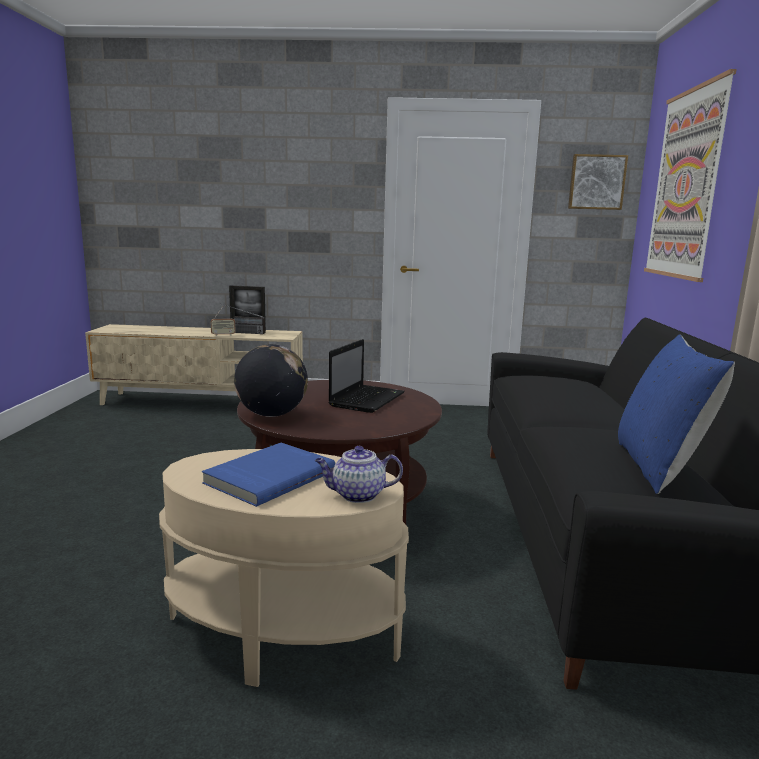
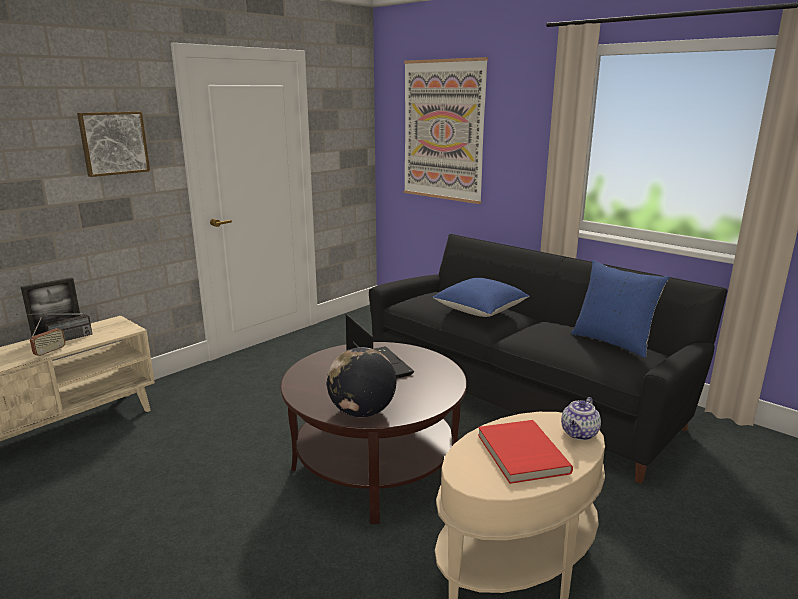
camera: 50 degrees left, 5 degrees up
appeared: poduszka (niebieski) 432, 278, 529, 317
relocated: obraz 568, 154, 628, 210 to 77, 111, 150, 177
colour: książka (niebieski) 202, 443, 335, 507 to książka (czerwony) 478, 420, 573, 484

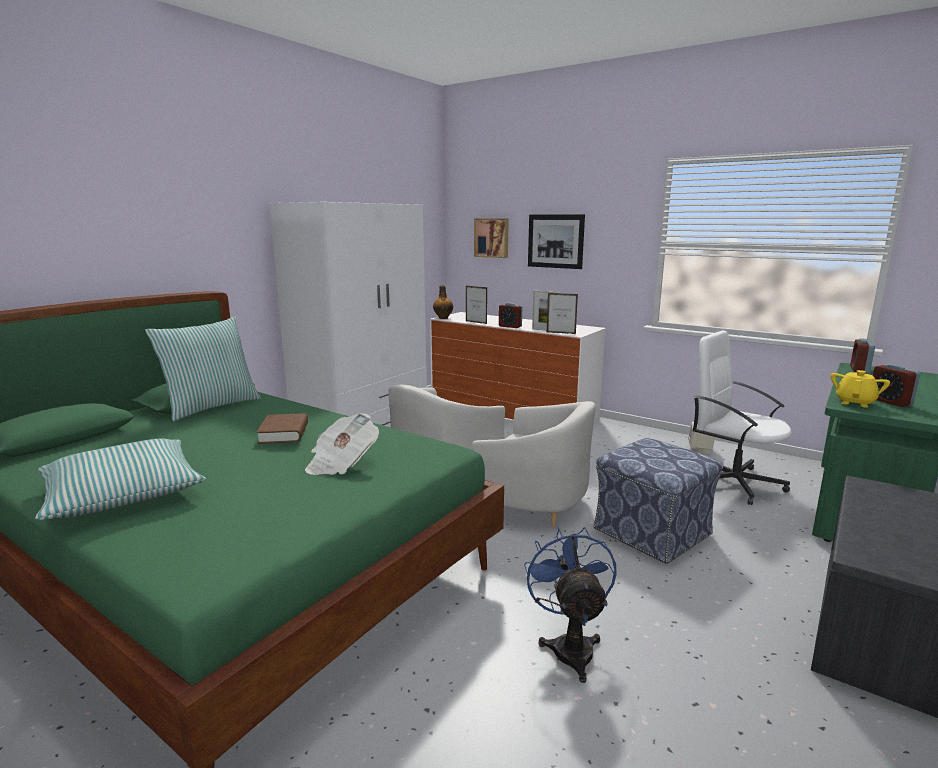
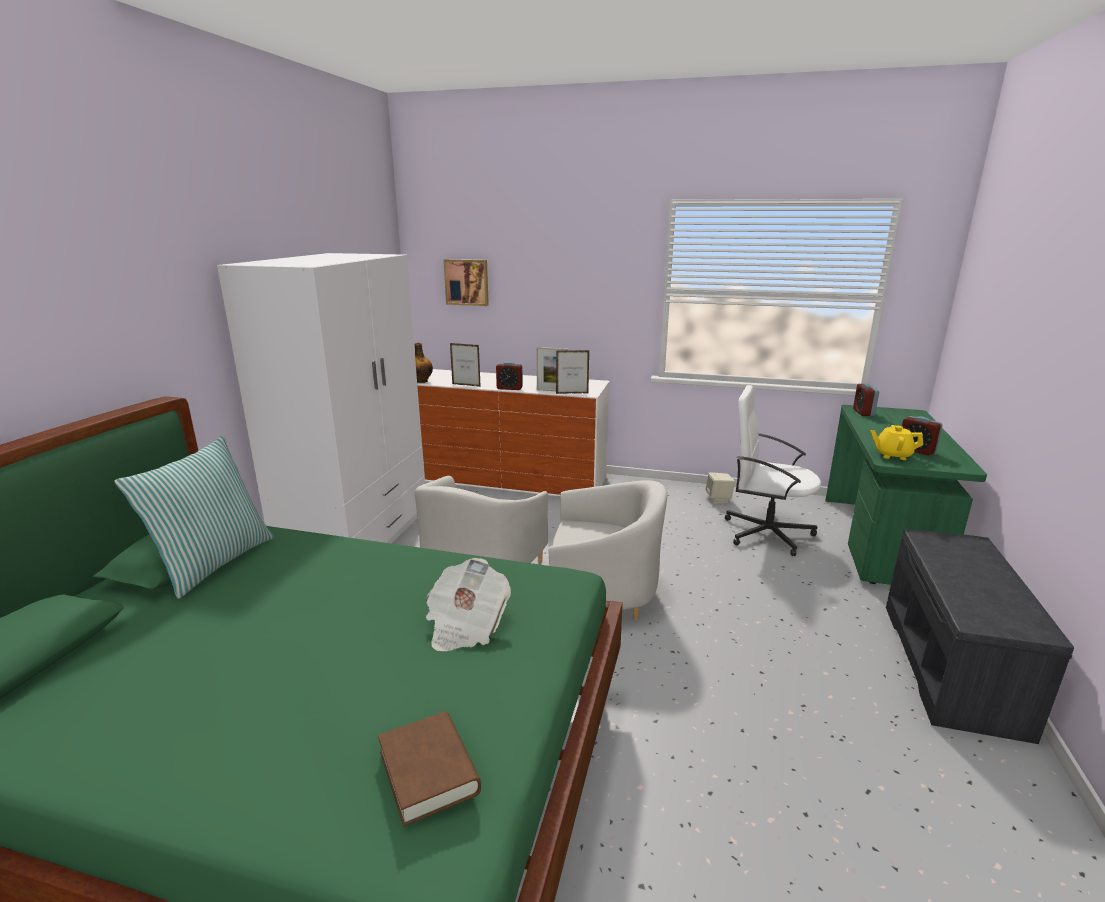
camera: 20 degrees left, 5 degrees up
missing: obraz 528, 214, 585, 269; pufa 593, 438, 723, 564; poduszka 35, 439, 206, 520; wentylator (niebieski) 524, 527, 617, 683
relocated: książka (brązowy) 256, 413, 308, 444 to 378, 712, 481, 827
spun: imbryk (żółty) 830, 370, 890, 408 = 870, 425, 923, 460 90 degrees counterclockwise

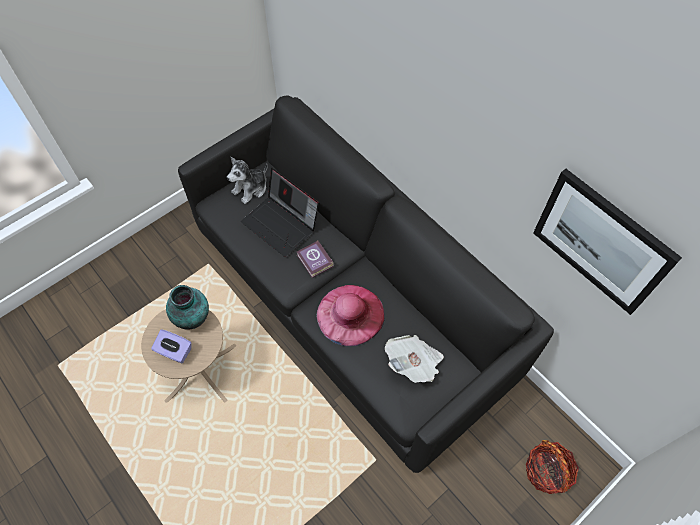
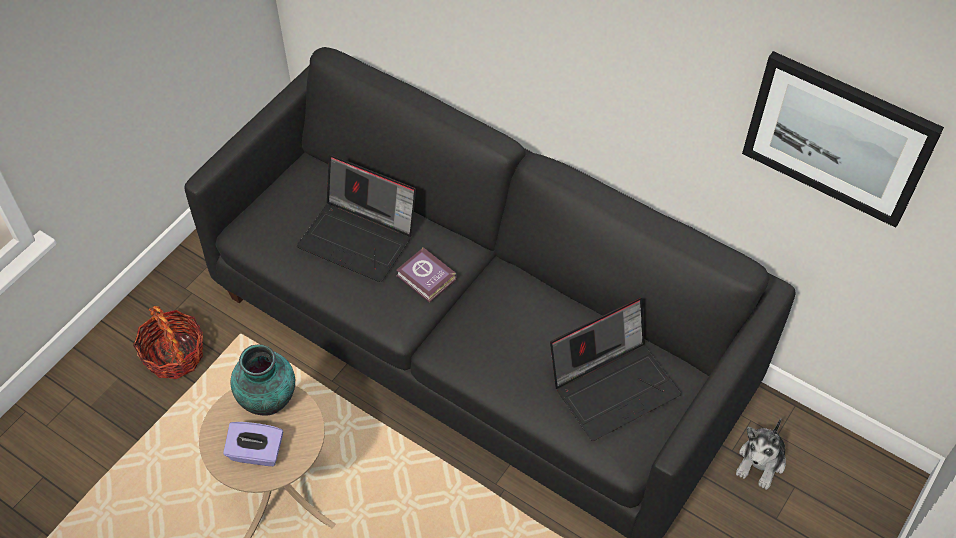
camera: 15 degrees left, 5 degrees down
missing: kapelusz (różowy) 317, 285, 385, 346
relocated: pluszak 227, 157, 268, 204 to 736, 418, 786, 490; koszyk 526, 440, 579, 494 to 133, 306, 203, 379
exchanged: gazeta 385, 335, 444, 383 to laptop 550, 298, 681, 441

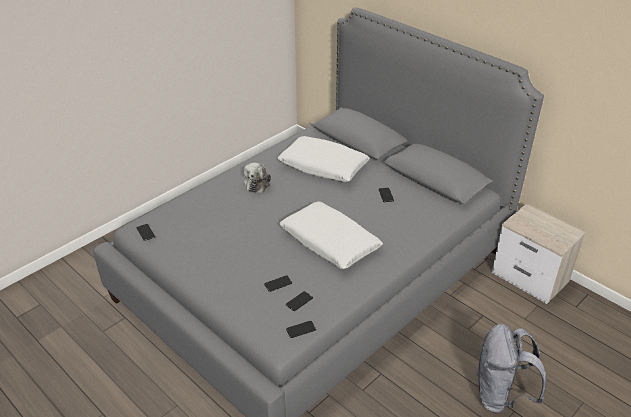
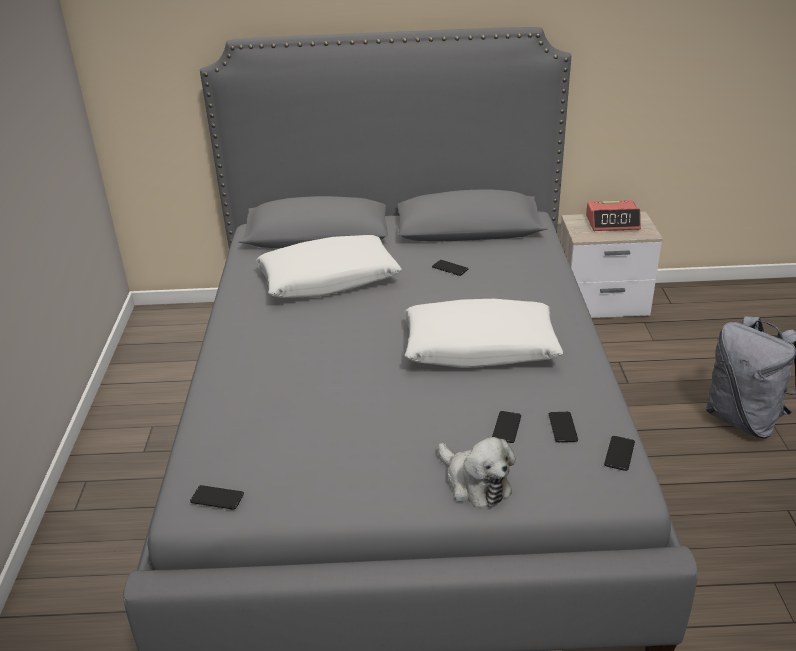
camera: 45 degrees left, 5 degrees down
appeared: budzik 586, 200, 641, 231
relocated: pluszak 243, 162, 271, 193 to 438, 437, 516, 508

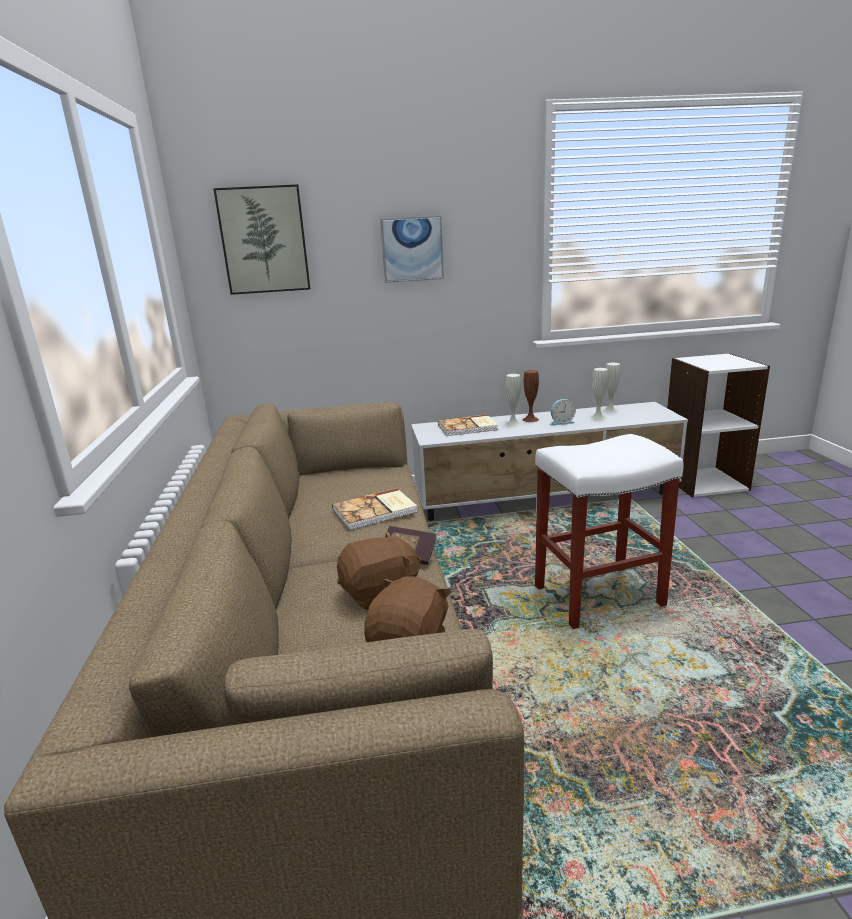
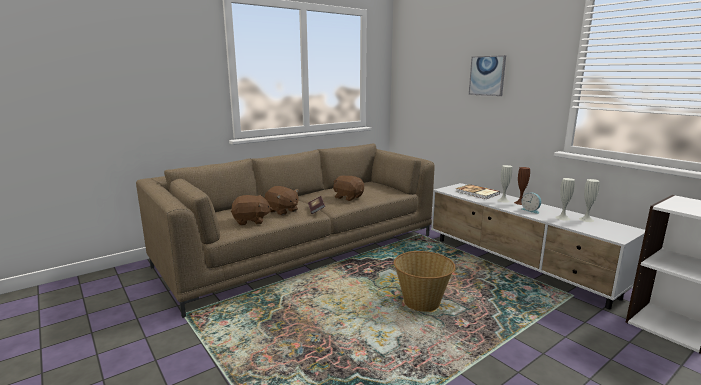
camera: 60 degrees right, 5 degrees down
missing: obraz 213, 184, 310, 295
exchanged: stołek (biały) 535, 434, 683, 629 to koszyk 394, 251, 455, 312; książka 332, 488, 417, 530 to pluszak (brązowy) 333, 175, 364, 201

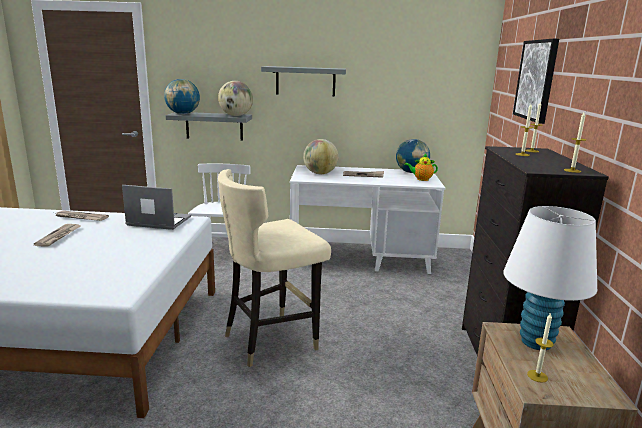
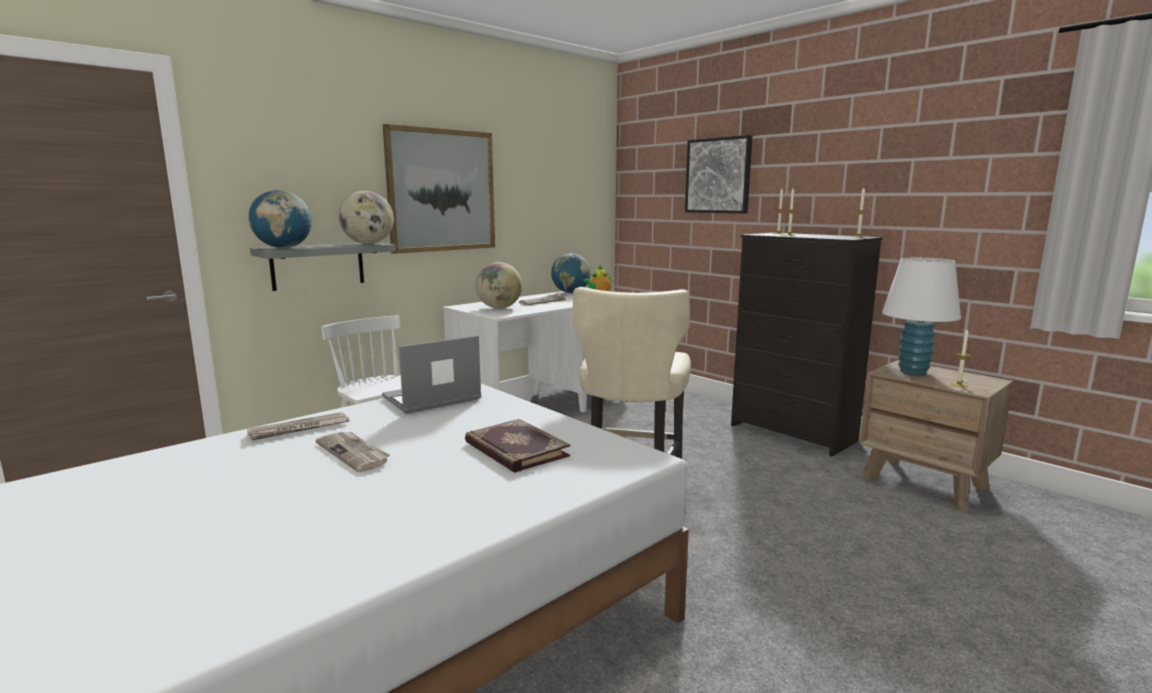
camera: 45 degrees left, 5 degrees down
appeared: książka 465, 419, 570, 473
exchanged: półka (szary) 261, 66, 346, 96 to obraz 383, 124, 495, 254

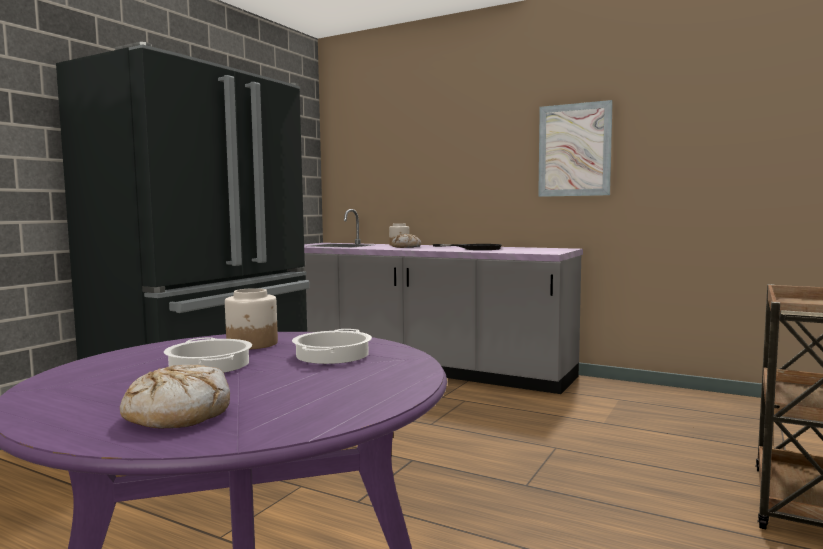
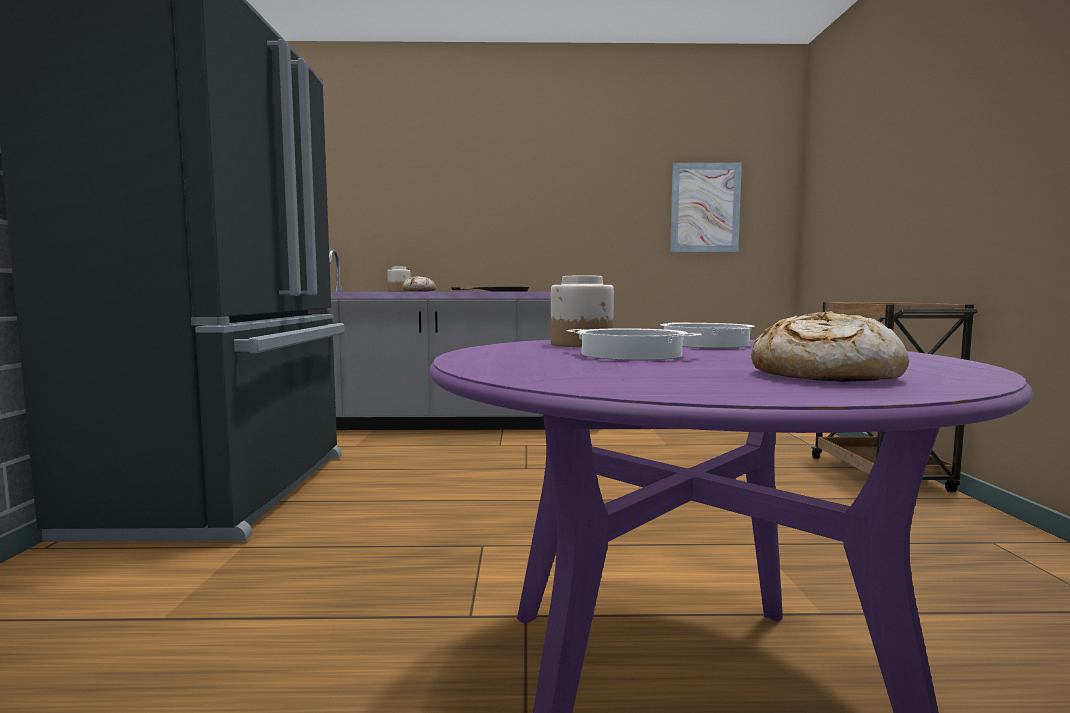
camera: 30 degrees left, 0 degrees up
relocated: obraz 538, 100, 613, 197 to 670, 163, 742, 252

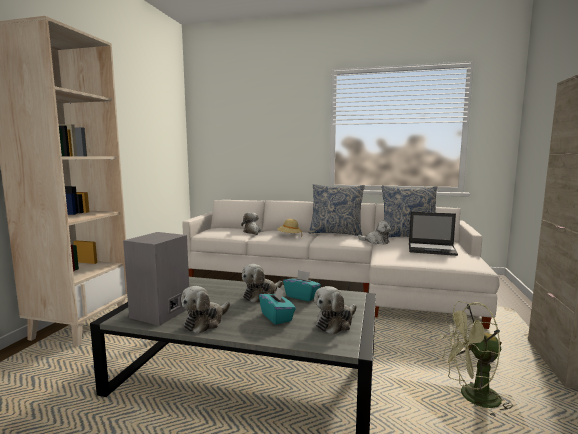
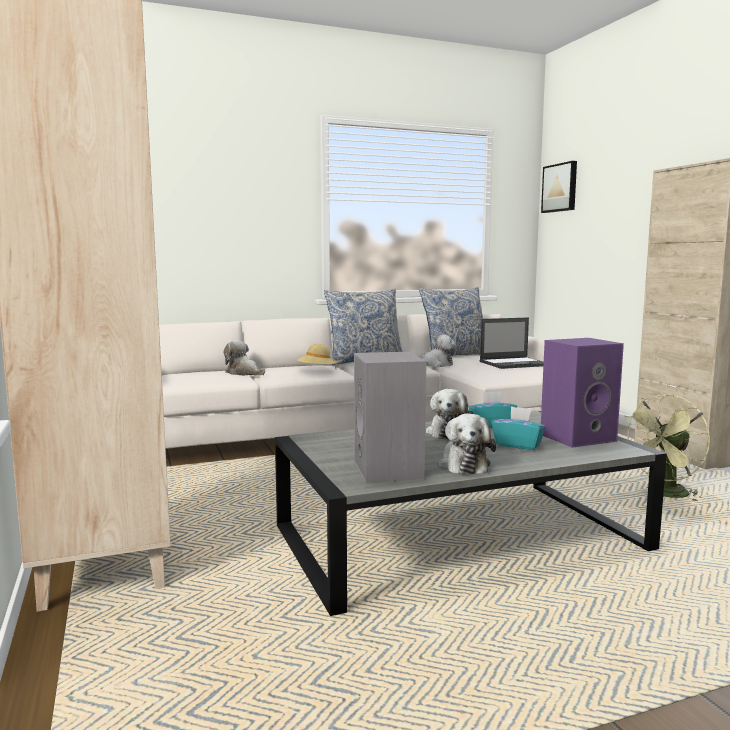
camera: 35 degrees left, 0 degrees up
appeared: obraz 541, 161, 577, 213
exchanged: pluszak 314, 286, 357, 335 to głośnik (fioletowy) 541, 338, 624, 448

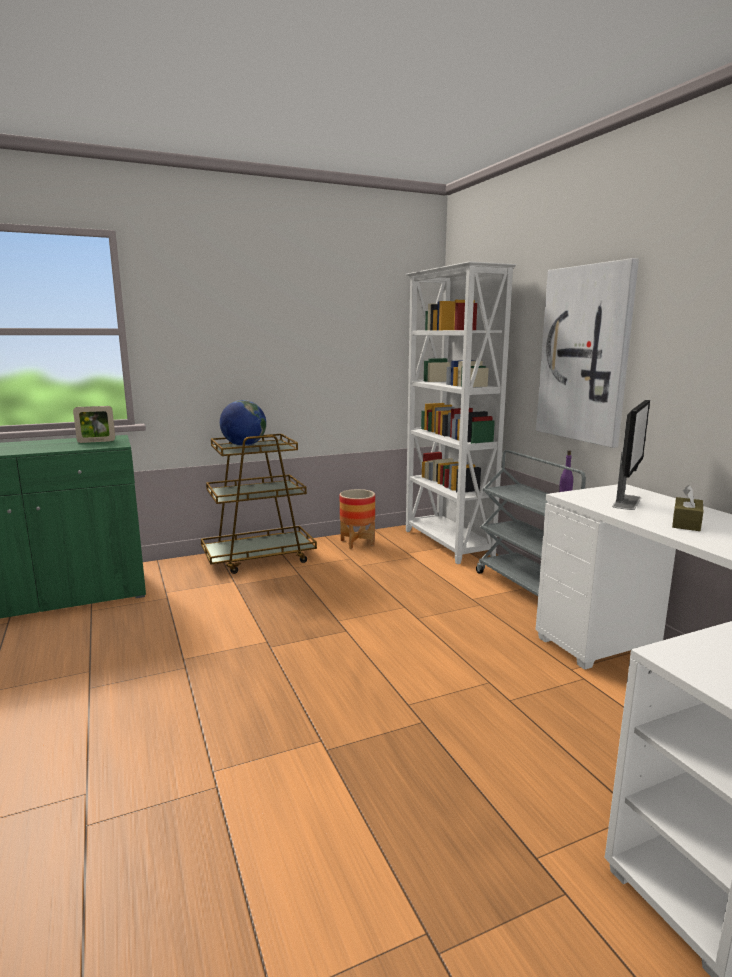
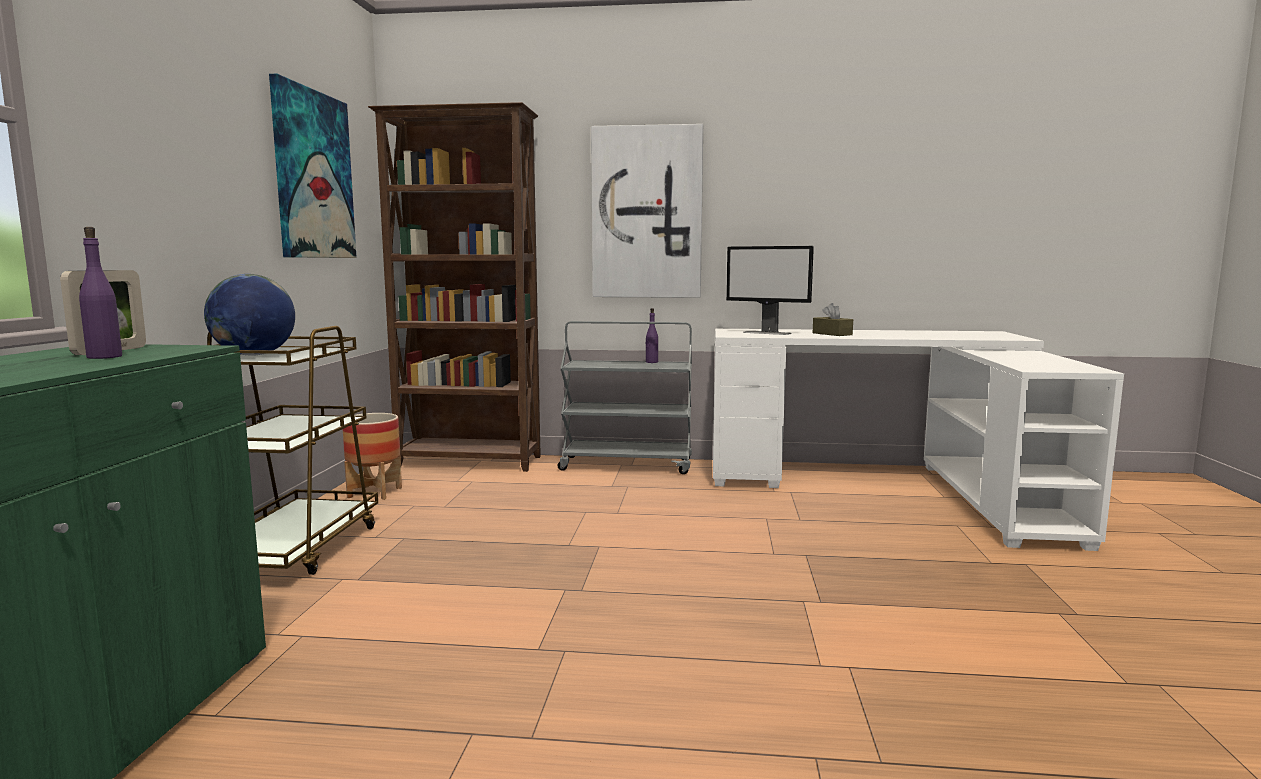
camera: 60 degrees left, 5 degrees down
appeared: obraz 269, 74, 357, 258; butelka (fioletowy) 79, 227, 122, 359
colour: regał (biały) 406, 261, 516, 564 to regał (brązowy) 368, 102, 541, 472
spun: monitor 612, 400, 650, 510 = 726, 246, 814, 335 150 degrees clockwise

